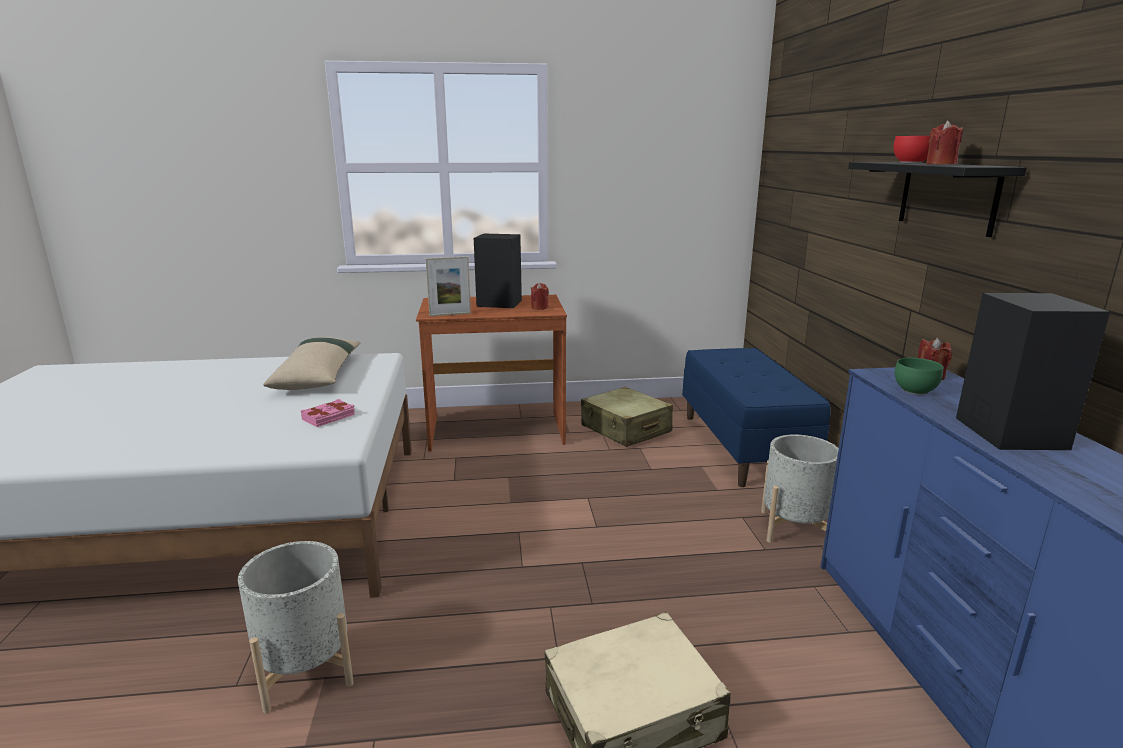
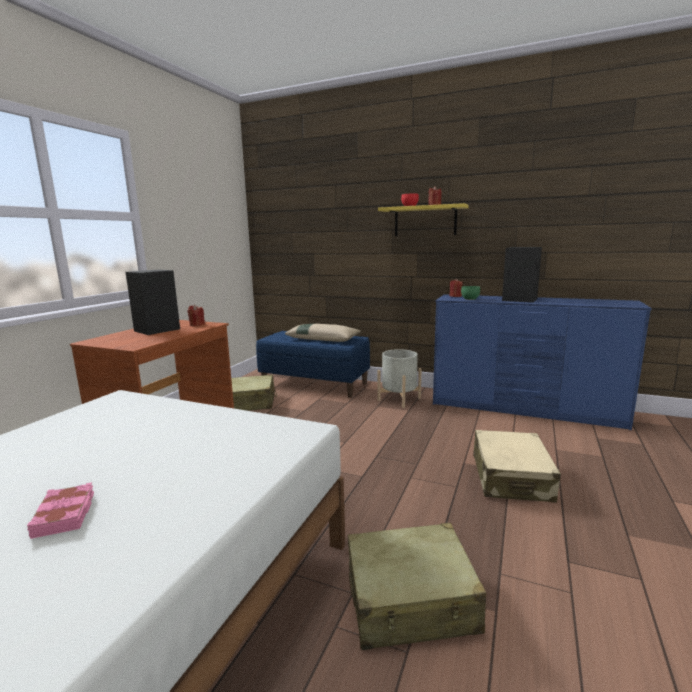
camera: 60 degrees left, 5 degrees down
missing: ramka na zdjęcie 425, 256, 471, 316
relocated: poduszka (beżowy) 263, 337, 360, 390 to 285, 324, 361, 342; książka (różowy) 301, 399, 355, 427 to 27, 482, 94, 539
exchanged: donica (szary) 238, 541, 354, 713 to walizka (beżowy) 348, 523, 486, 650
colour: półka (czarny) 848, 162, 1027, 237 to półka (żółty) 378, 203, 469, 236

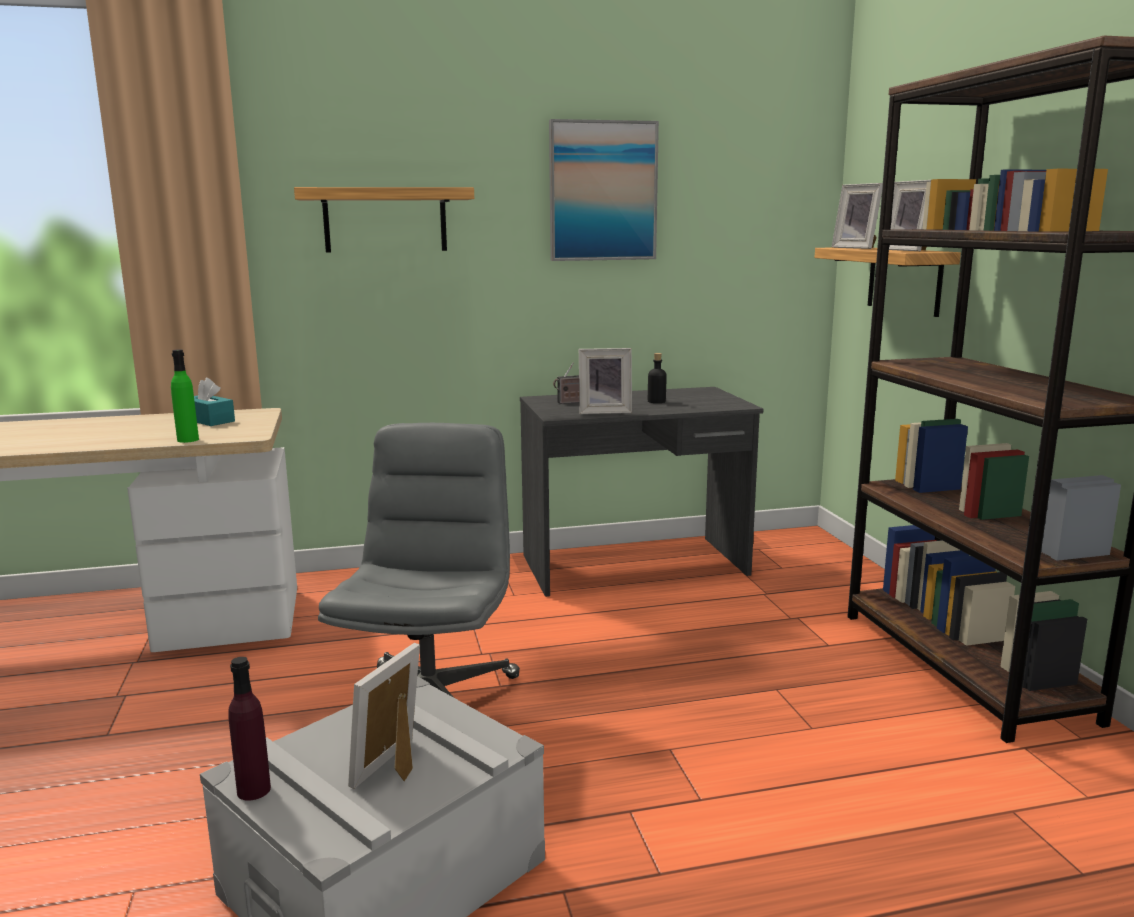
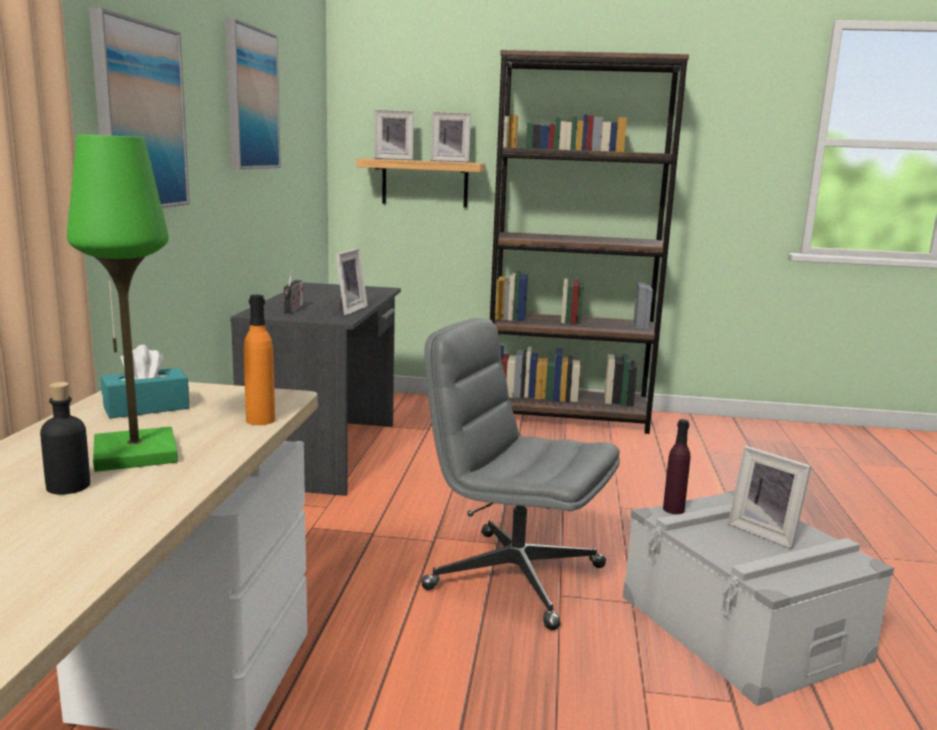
camera: 70 degrees left, 0 degrees up
appeared: lampa stołowa (zielony) 67, 134, 178, 472
relocated: butelka (czarny) 648, 353, 667, 403 to 40, 382, 90, 495; butelka (fioletowy) 228, 657, 271, 801 to 663, 419, 690, 514
exchanged: półka 294, 187, 474, 253 to obraz 89, 7, 190, 208
colour: butelka (zielony) 171, 349, 199, 443 to butelka (pomarańczowy) 244, 295, 275, 425

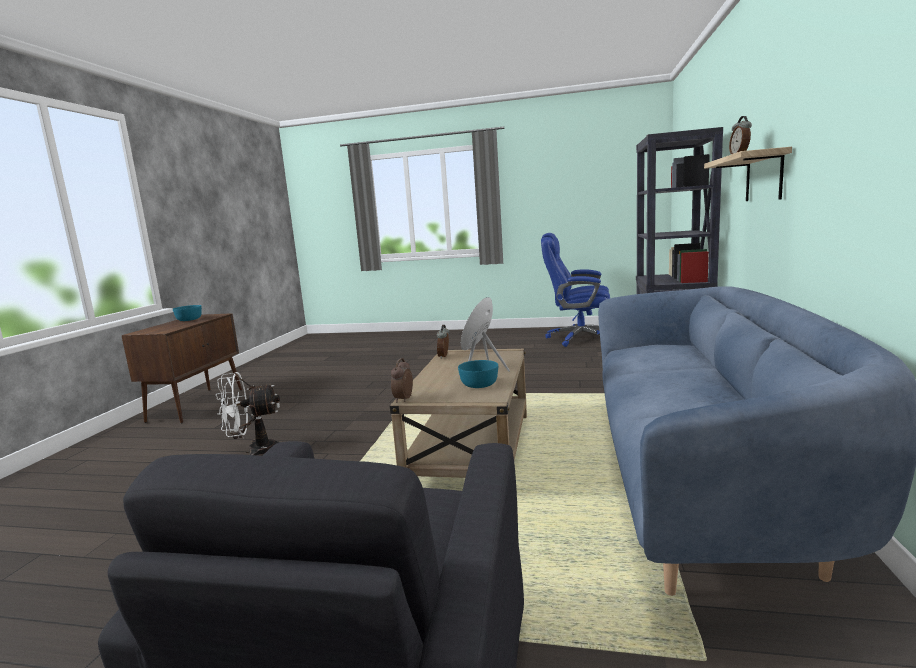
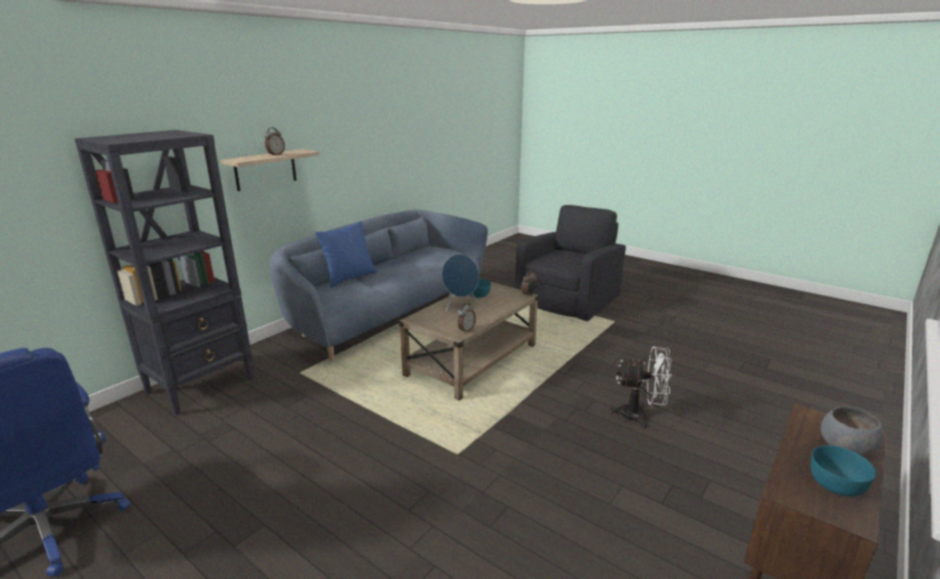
camera: 155 degrees left, 10 degrees up
appeared: poduszka (niebieski) 315, 221, 377, 288; miska (szary) 821, 407, 884, 456

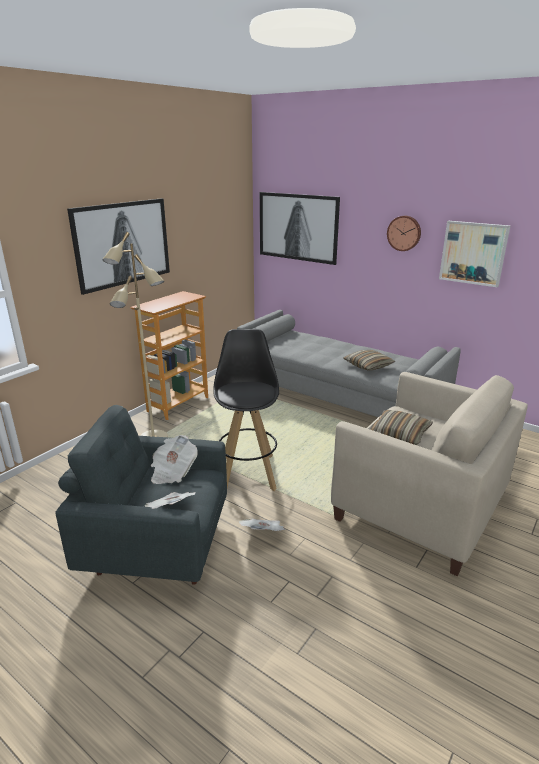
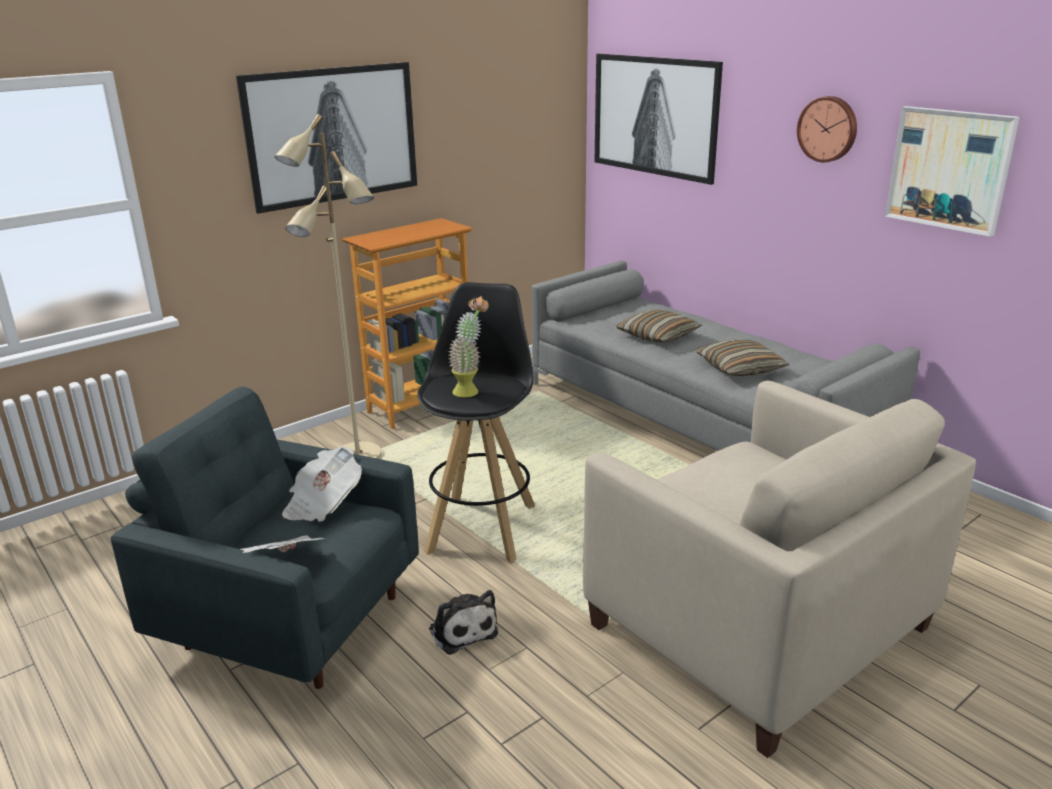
camera: 15 degrees right, 0 degrees up
appeared: roślina doniczkowa 448, 296, 489, 397
relocated: poduszka 368, 410, 433, 445 to 616, 310, 702, 343
exchanged: gazeta 239, 518, 286, 531 to pluszak 429, 590, 498, 655

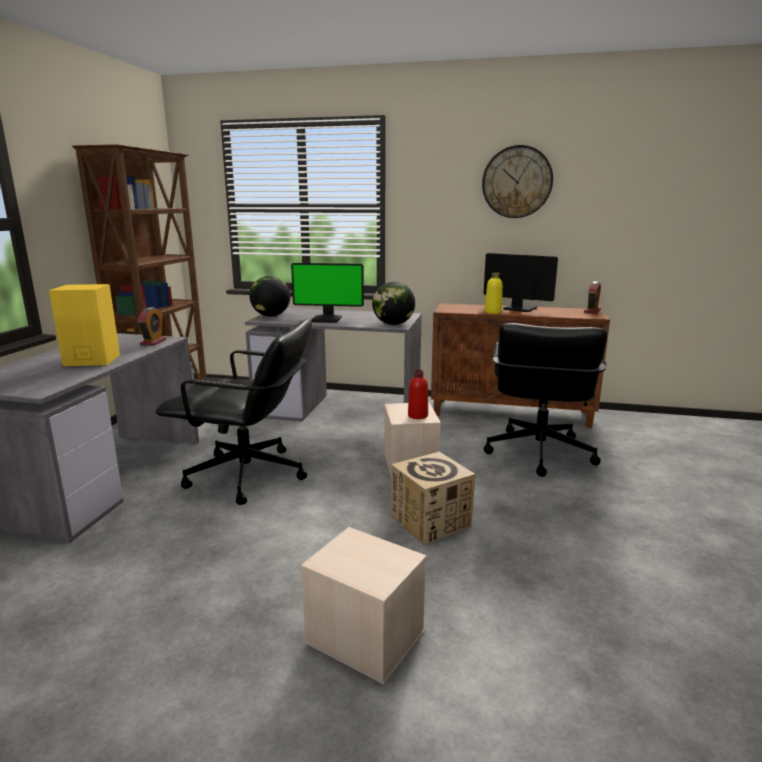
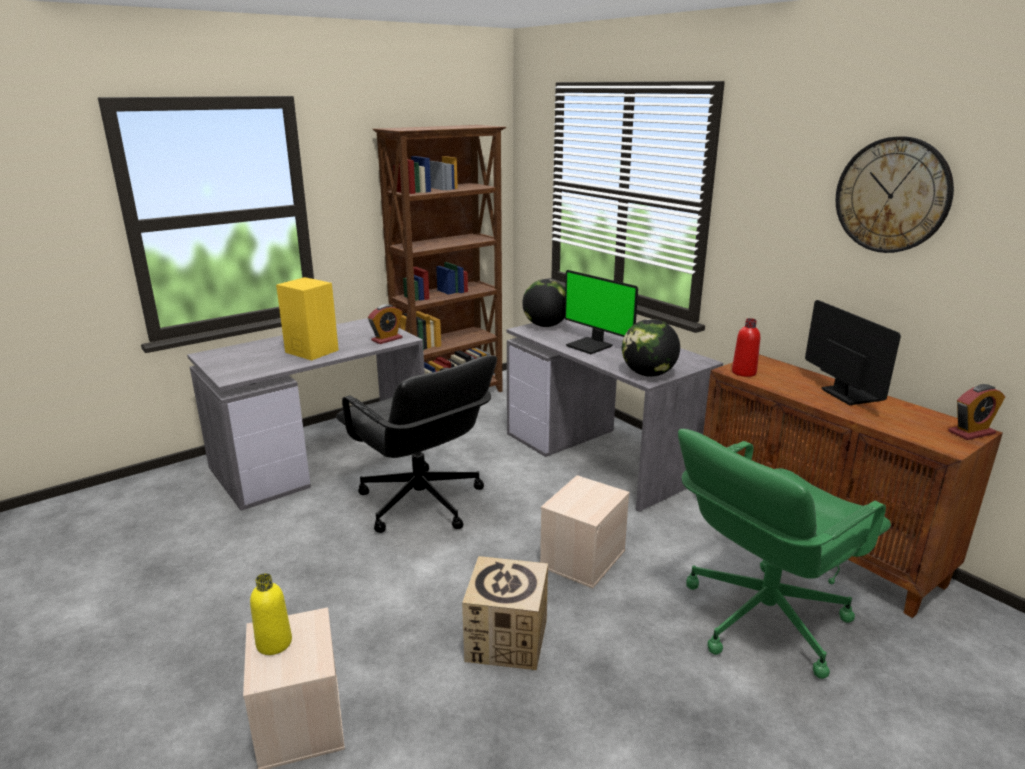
camera: 40 degrees right, 5 degrees up
relocated: butelka (żółty) 485, 272, 503, 314 to 250, 573, 292, 655; butelka (czerwony) 408, 370, 428, 419 to 732, 318, 760, 377
colour: krzesło biurowe (czarny) 484, 323, 607, 477 to krzesło biurowe (zielony) 678, 429, 891, 679

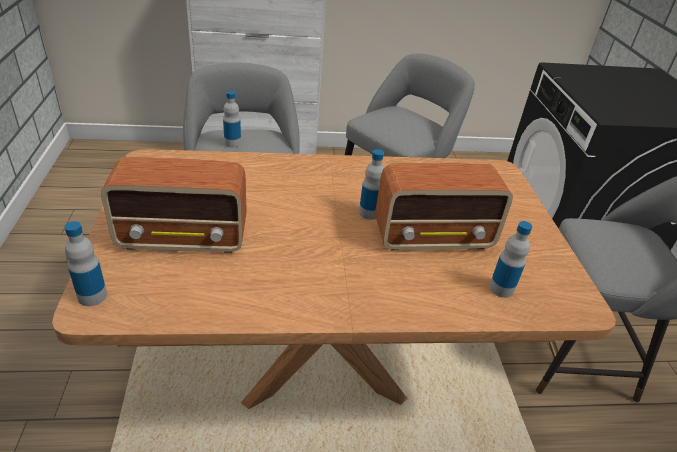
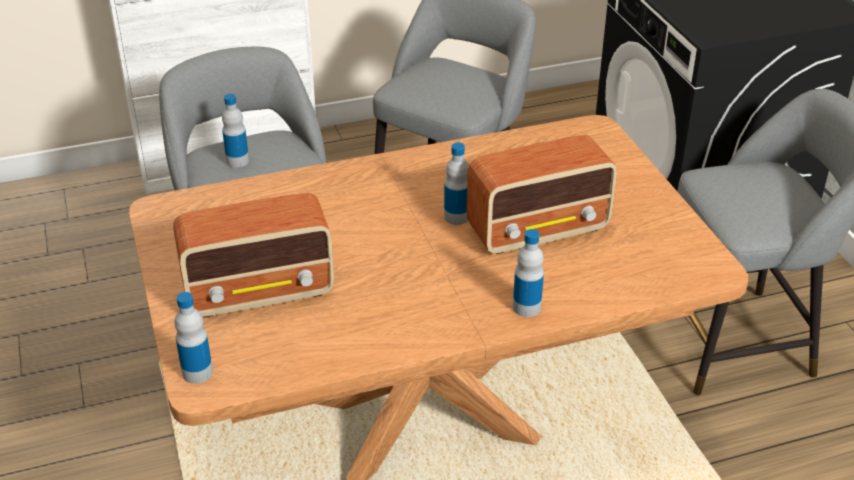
camera: 10 degrees left, 0 degrees up
relocated: butelka 489, 221, 532, 298 to 513, 229, 544, 317

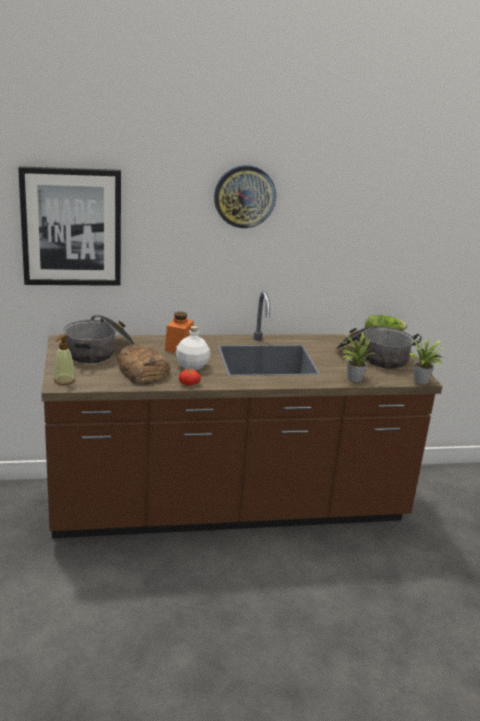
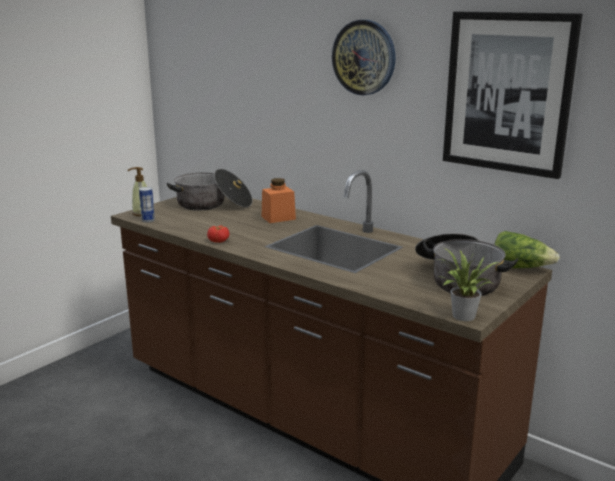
camera: 50 degrees right, 5 degrees down
missing: butelka (biały) 176, 326, 210, 370; roślina doniczkowa 339, 332, 376, 382; chleb 118, 345, 170, 385
appeared: puszka 139, 187, 155, 223
relocated: obraz 18, 166, 121, 286 to 443, 12, 583, 179

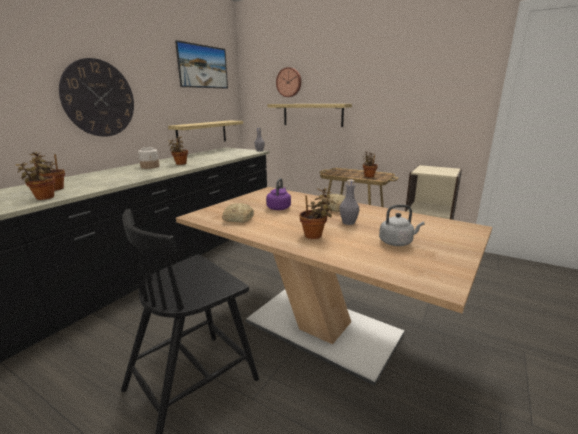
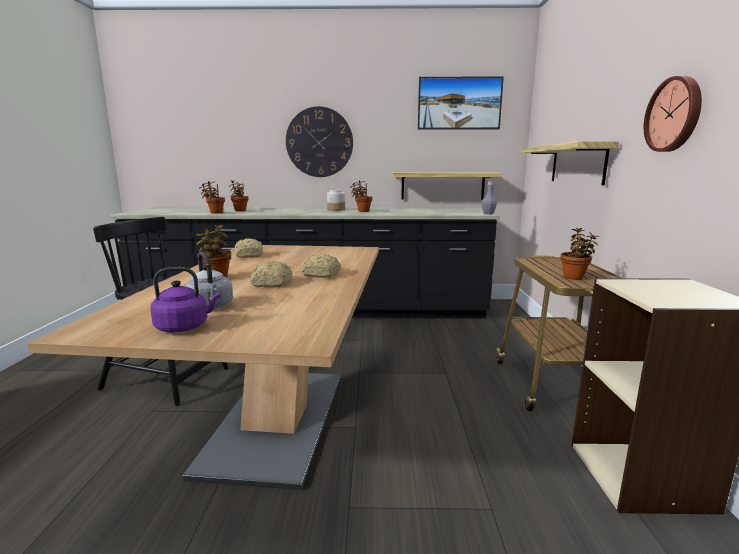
camera: 60 degrees right, 5 degrees down
relocated: zegar ścienny 276, 67, 301, 97 to 644, 76, 702, 152; czajnik (fioletowy) 266, 178, 291, 210 to 150, 267, 221, 332
exchanged: butelka (szary) 339, 180, 359, 225 to chleb 250, 261, 293, 287

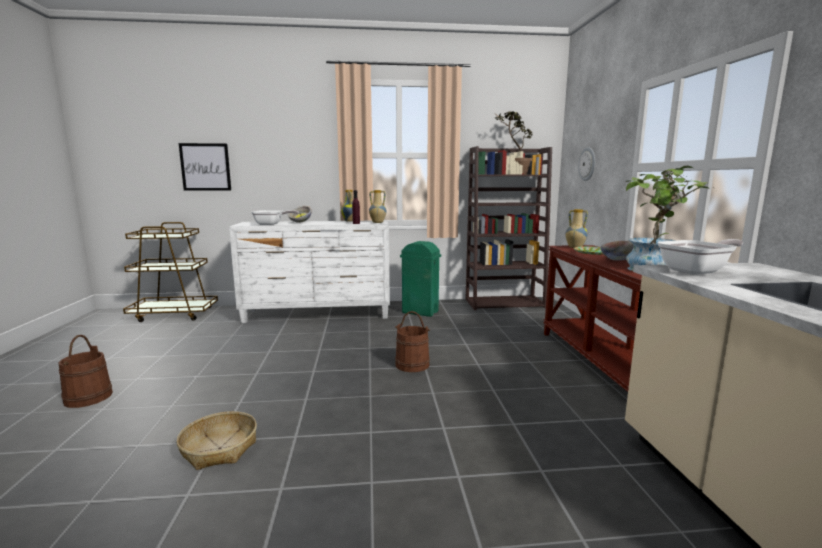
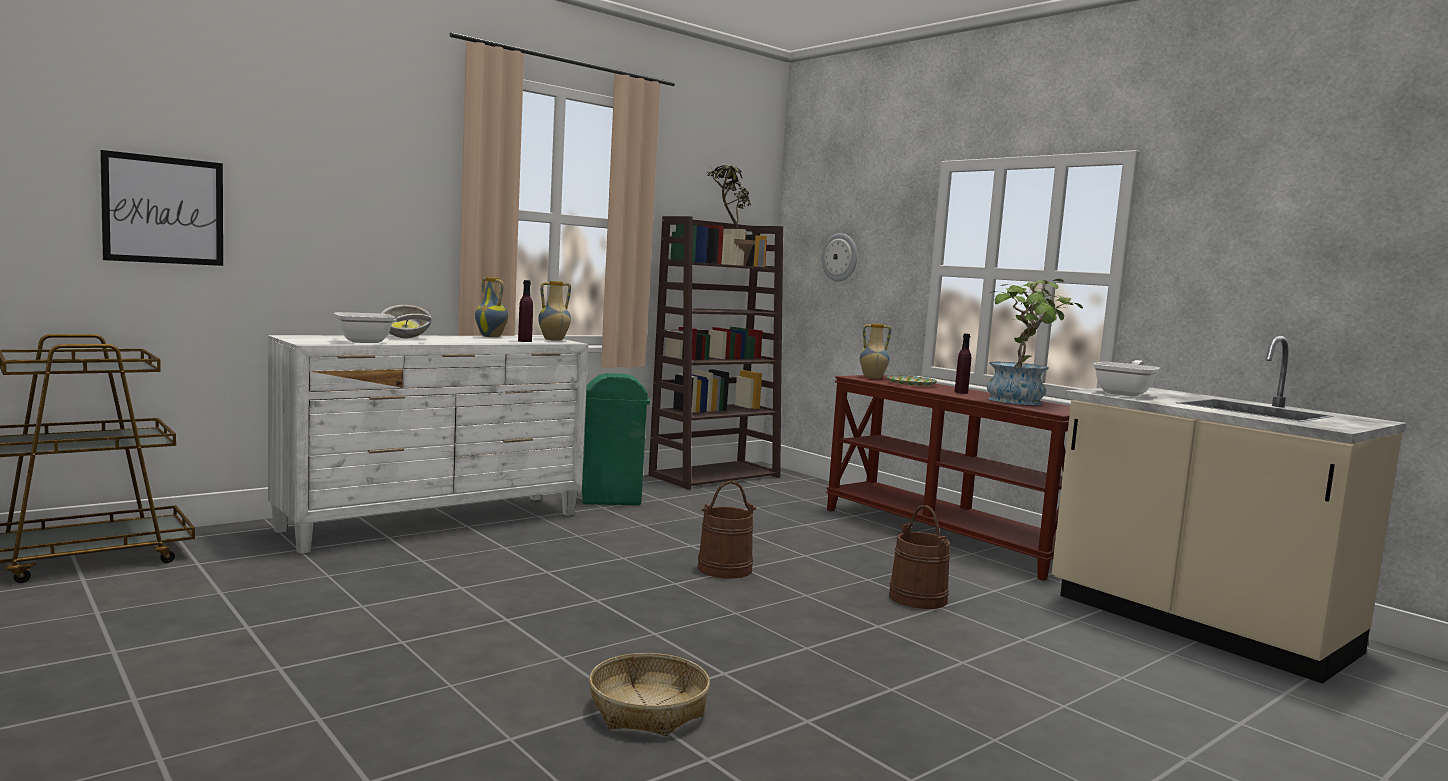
camera: 35 degrees left, 5 degrees down
relocated: wiadro (brązowy) 58, 335, 113, 408 to 889, 505, 950, 609
exchanged: miska 601, 241, 634, 261 to butelka (fioletowy) 955, 333, 971, 394

